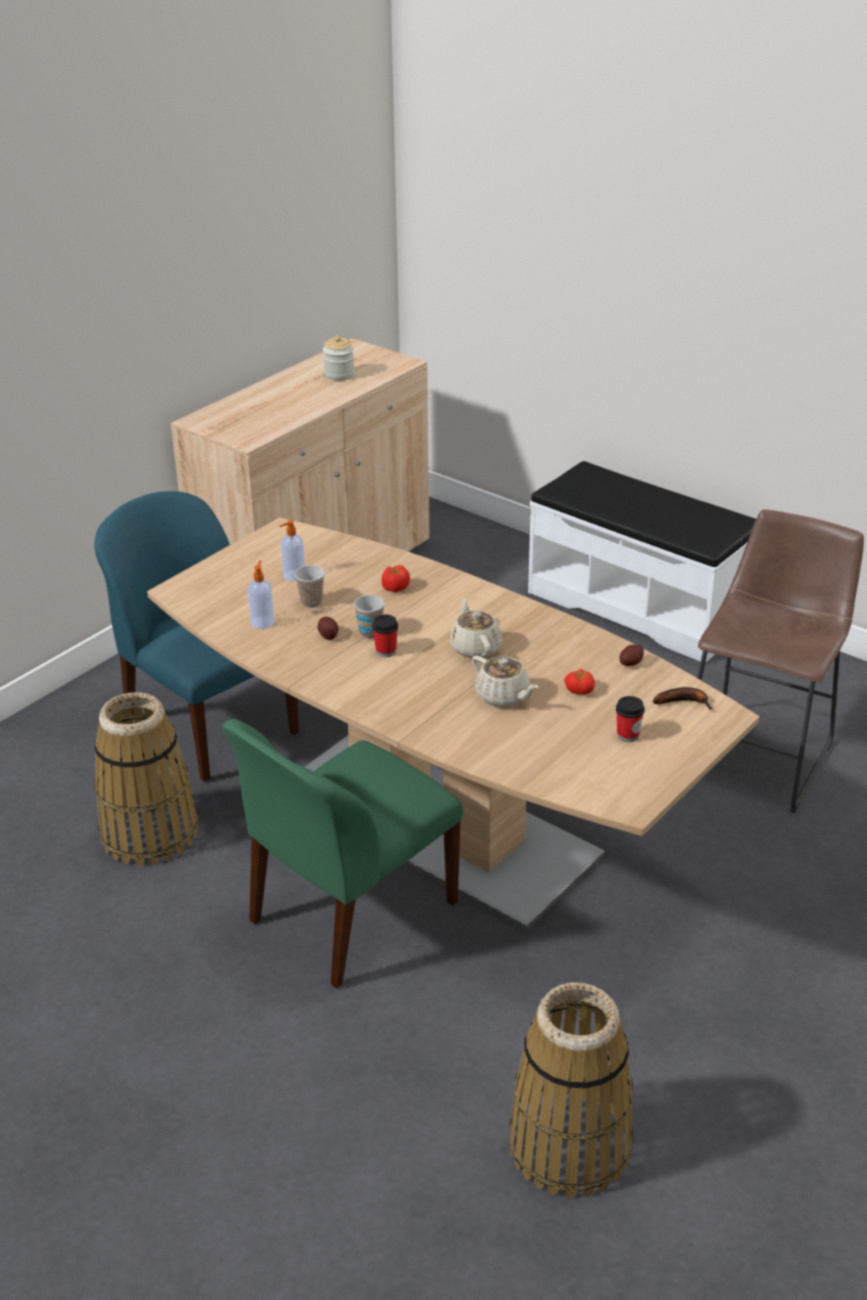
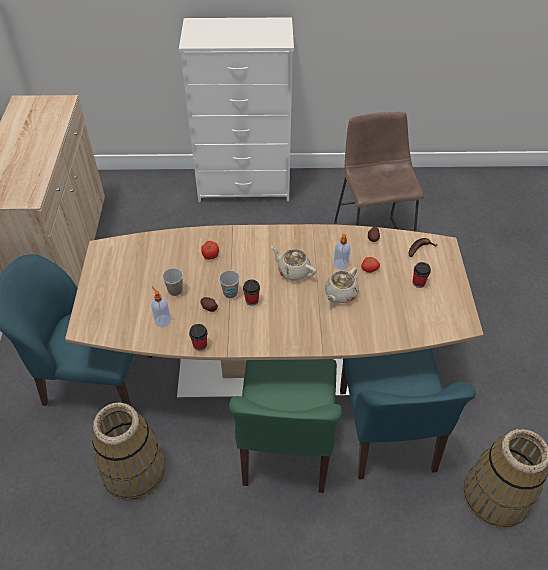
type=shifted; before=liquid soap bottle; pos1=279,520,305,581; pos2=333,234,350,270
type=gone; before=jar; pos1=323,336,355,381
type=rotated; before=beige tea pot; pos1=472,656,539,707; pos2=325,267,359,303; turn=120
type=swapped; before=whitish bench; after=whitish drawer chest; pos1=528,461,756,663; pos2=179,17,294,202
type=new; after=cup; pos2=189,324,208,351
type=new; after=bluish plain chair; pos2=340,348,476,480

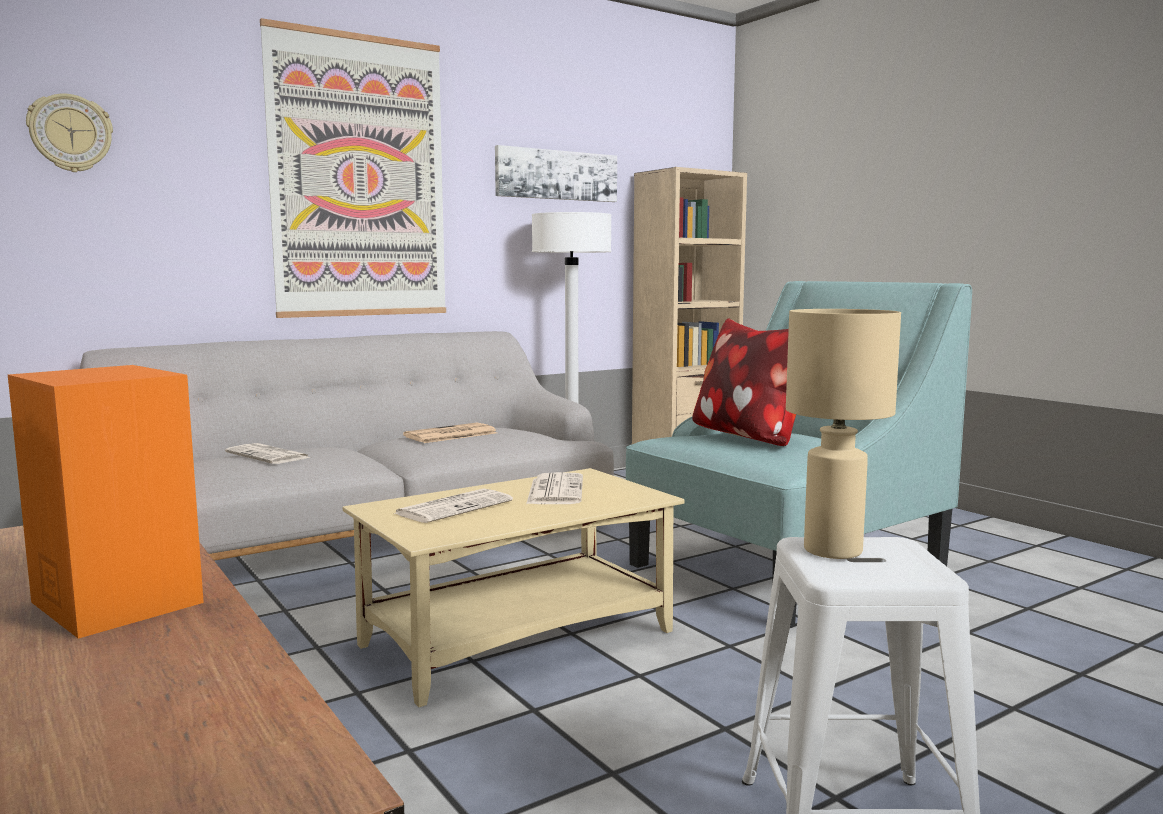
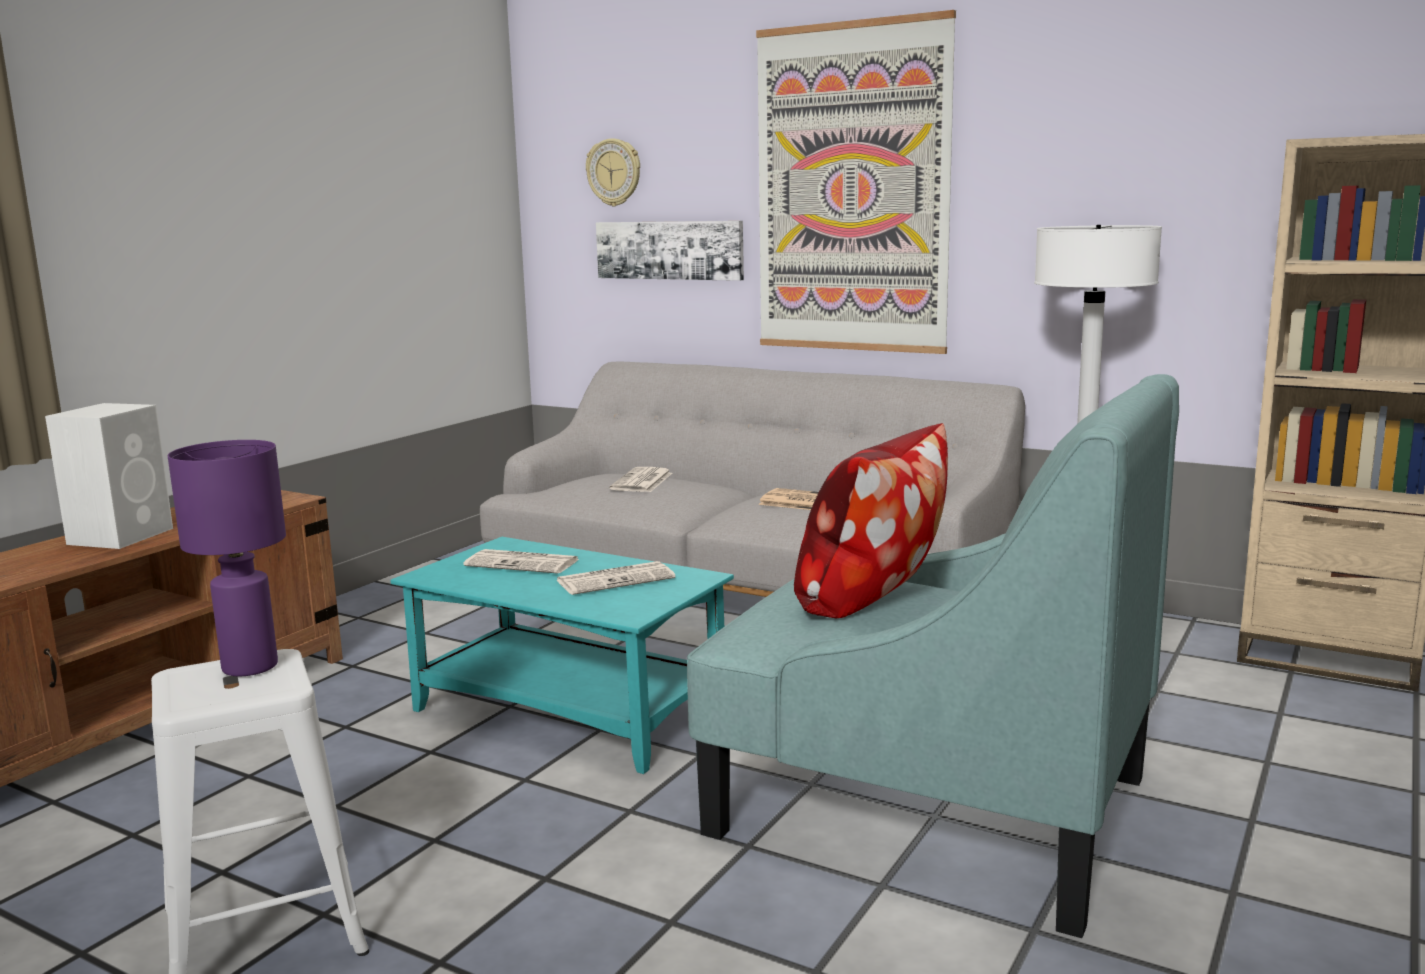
type=repainted; before=orangey audio speaker; after=whitish audio speaker; pos1=8,365,204,639; pos2=45,403,173,549
type=repainted; before=beige low table; after=turquoise-coloured low table; pos1=343,468,685,707; pos2=390,537,734,774
type=shifted; before=picture; pos1=495,145,617,202; pos2=596,221,744,281
type=repainted; before=beige table lamp; after=purplish table lamp; pos1=786,309,901,559; pos2=168,440,286,676

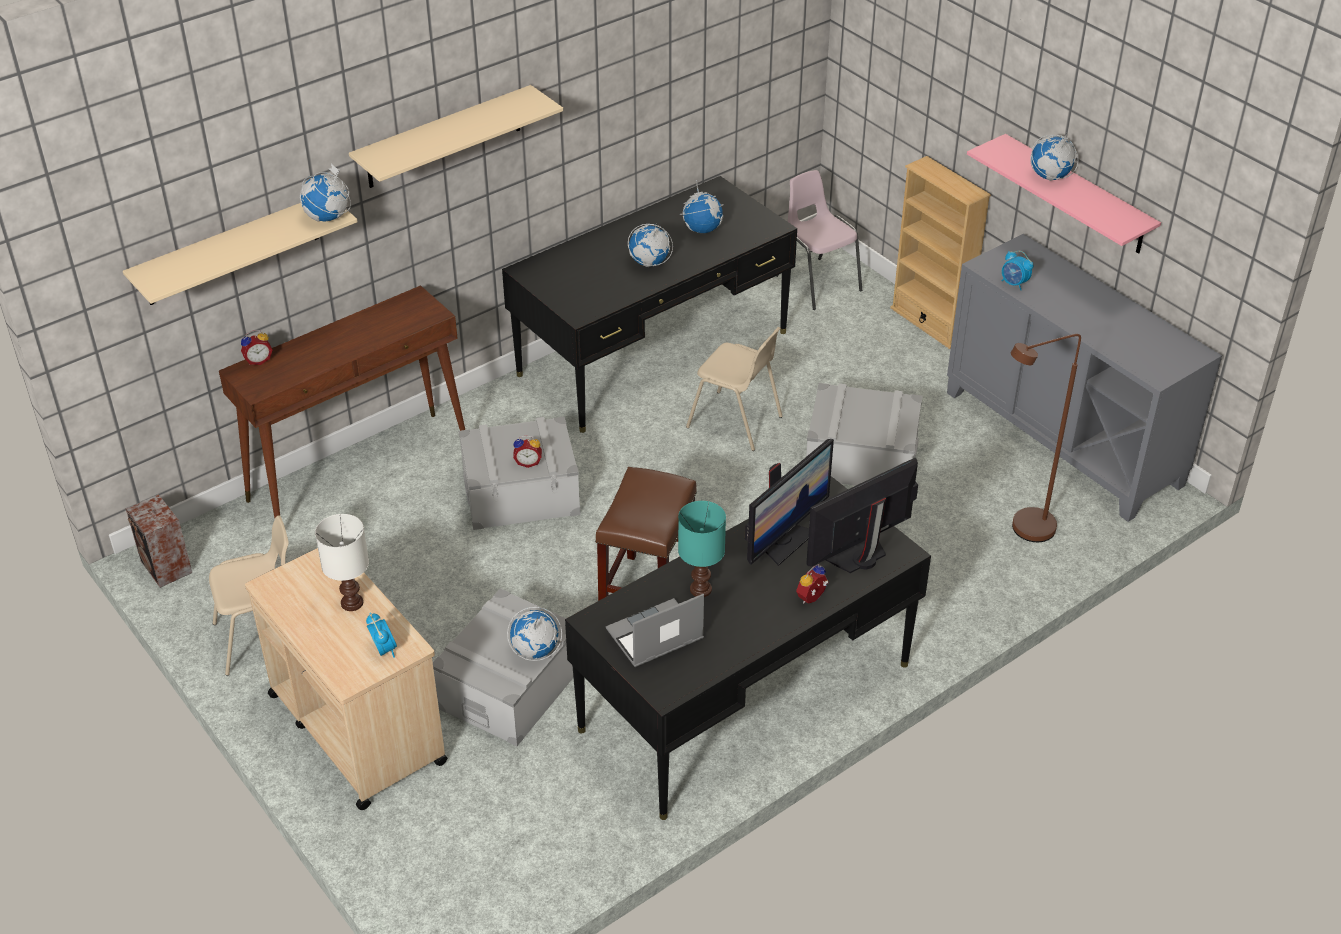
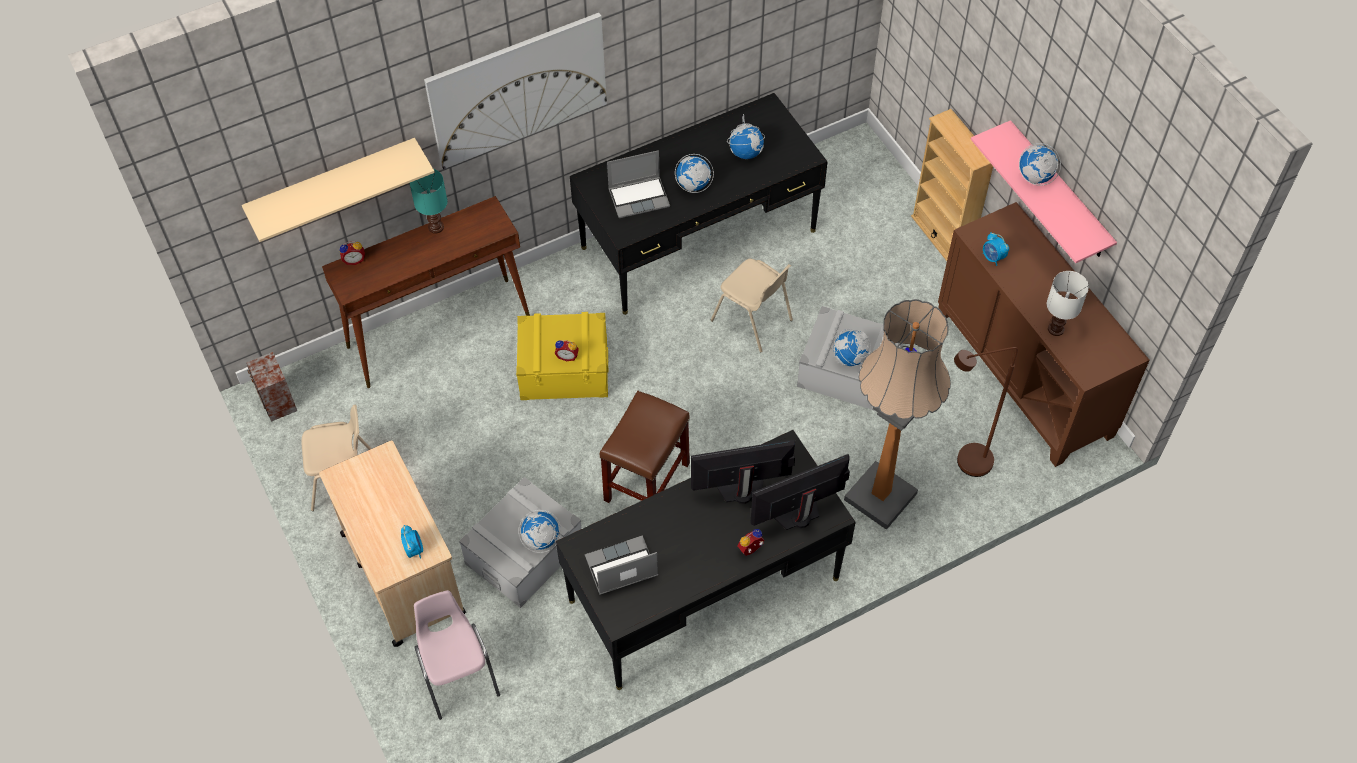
type=shifted; before=desk globe; pos1=300,164,351,222; pos2=834,329,871,366
type=shifted; before=whitish table lamp; pos1=315,514,369,611; pos2=1047,271,1089,336
type=swapped; before=beige shelf; after=picture; pos1=349,85,563,188; pos2=424,13,607,169
type=repainted; before=greyish storage bin; after=yellowish storage bin; pos1=459,417,580,530; pos2=516,312,608,400
type=shifted; before=turquoise-coloured table lamp; pos1=678,501,726,597; pos2=409,169,447,234
type=rotated; before=computer display; pos1=745,439,834,566; pos2=691,439,795,504; turn=-150
type=shifted; before=pink-coloured plain chair; pos1=776,170,862,310; pos2=414,590,500,720
type=repainted; before=greyish storage cabinet; after=brown storage cabinet; pos1=947,234,1222,522; pos2=938,202,1150,467
type=new; after=portable computer; pos2=607,150,670,218
type=new; after=floor lamp; pos2=844,299,951,530

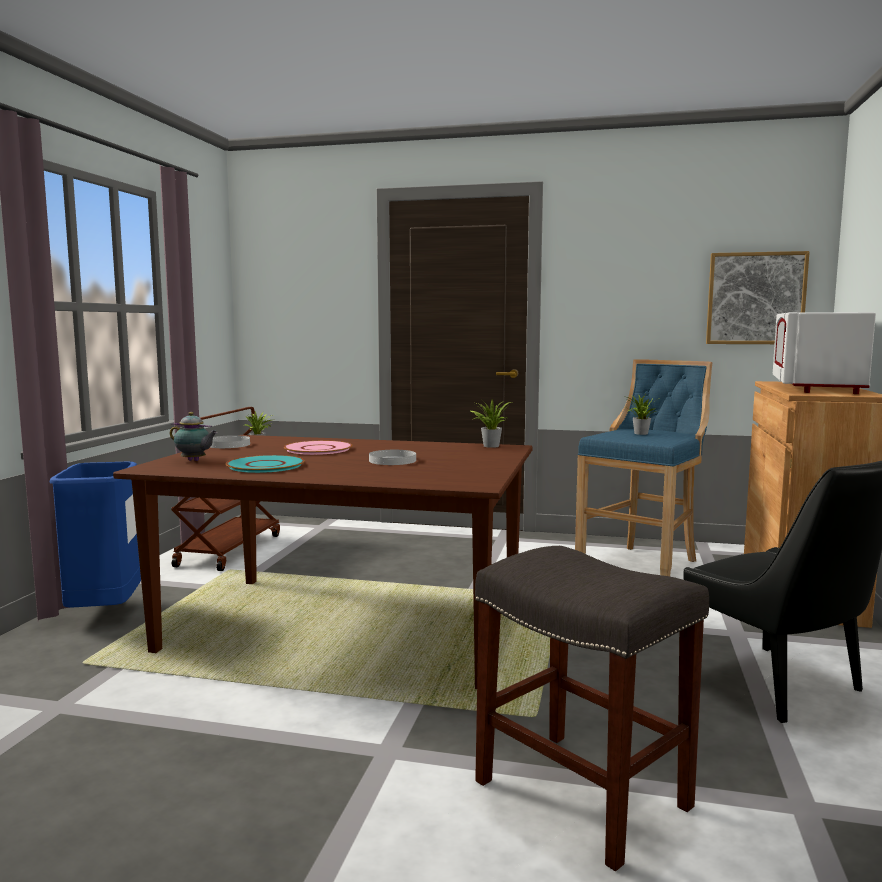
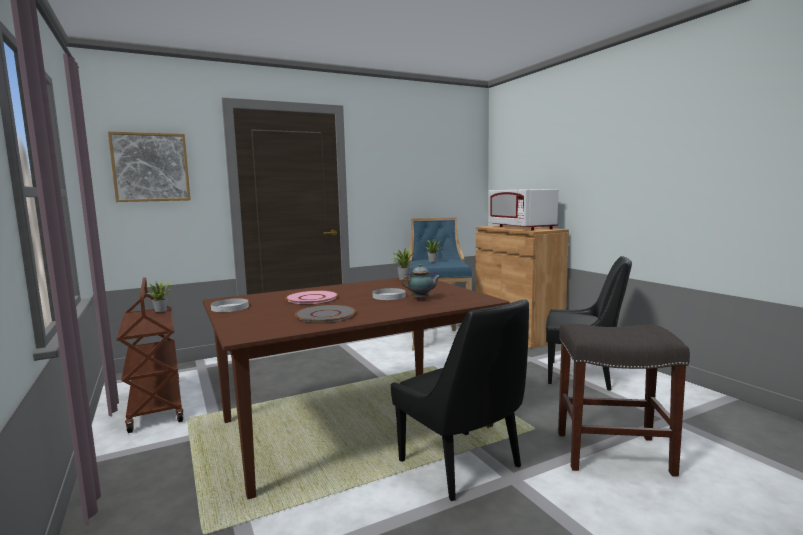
type=gone; before=bluish waste bin; pos1=50,462,141,608
type=shifted; before=tea pot; pos1=170,412,218,461; pos2=401,264,441,299
type=repainted; before=turquoise-coloured flat dish; after=greyish flat dish; pos1=226,455,305,473; pos2=295,305,356,323
type=shifted; before=picture; pos1=706,251,810,344; pos2=108,131,191,202
type=new; after=black plain chair; pos2=391,299,529,501

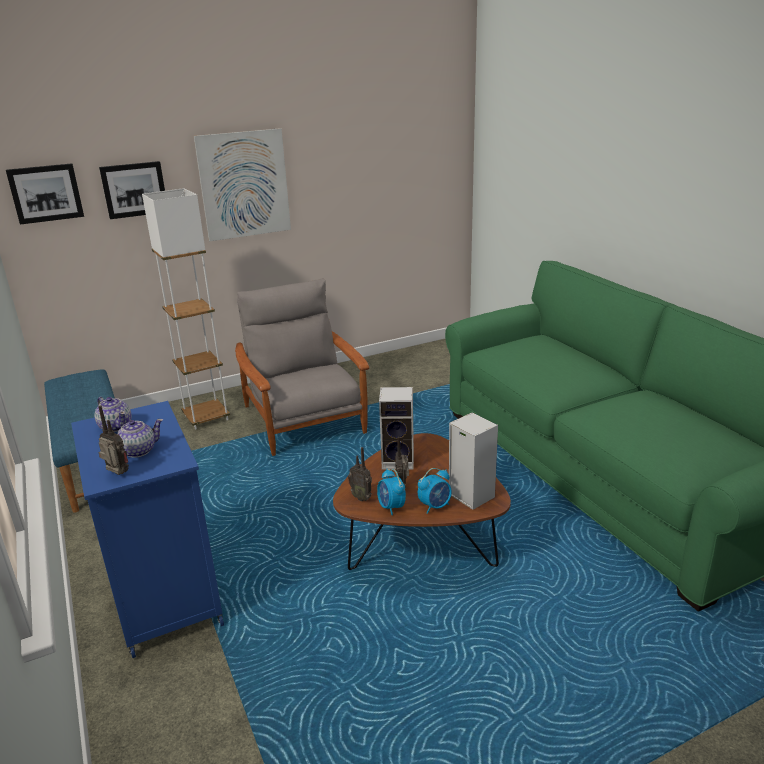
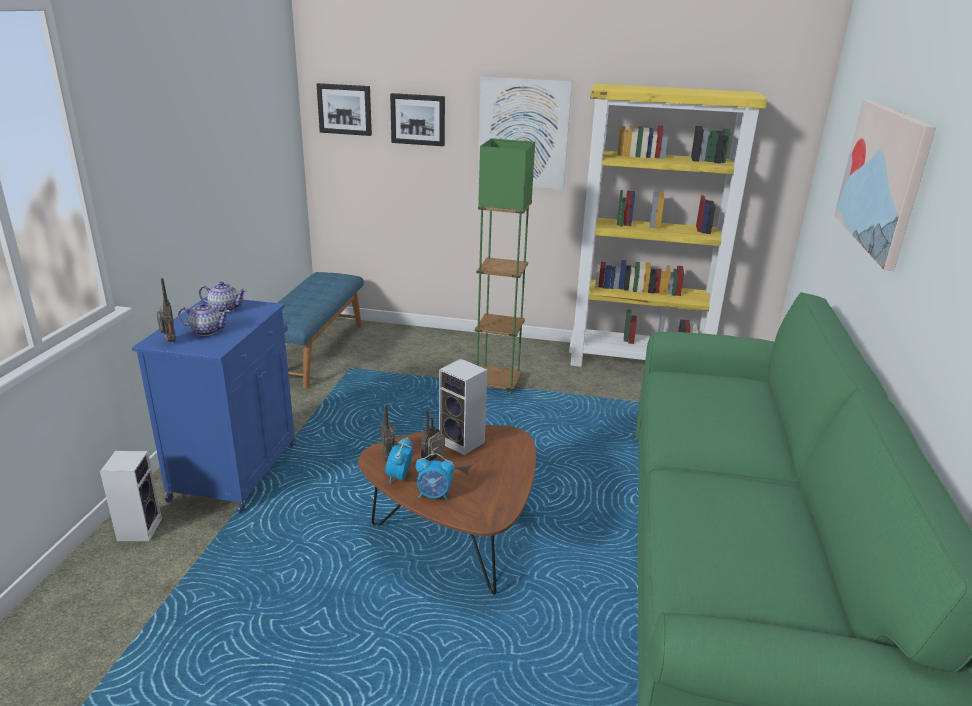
type=rotated; before=tea pot; pos1=94,397,131,432; pos2=199,281,247,313; turn=-75
type=gone; before=whitish floor lamp; pos1=142,188,230,430
type=swapped; before=greyish lounge chair; after=greenish floor lamp; pos1=235,278,369,456; pos2=475,138,535,394
type=shifted; before=audio speaker; pos1=449,412,498,510; pos2=100,451,162,541
type=new; after=yellowish bookshelf; pos2=569,83,767,367
type=new; after=picture; pos2=834,100,936,271

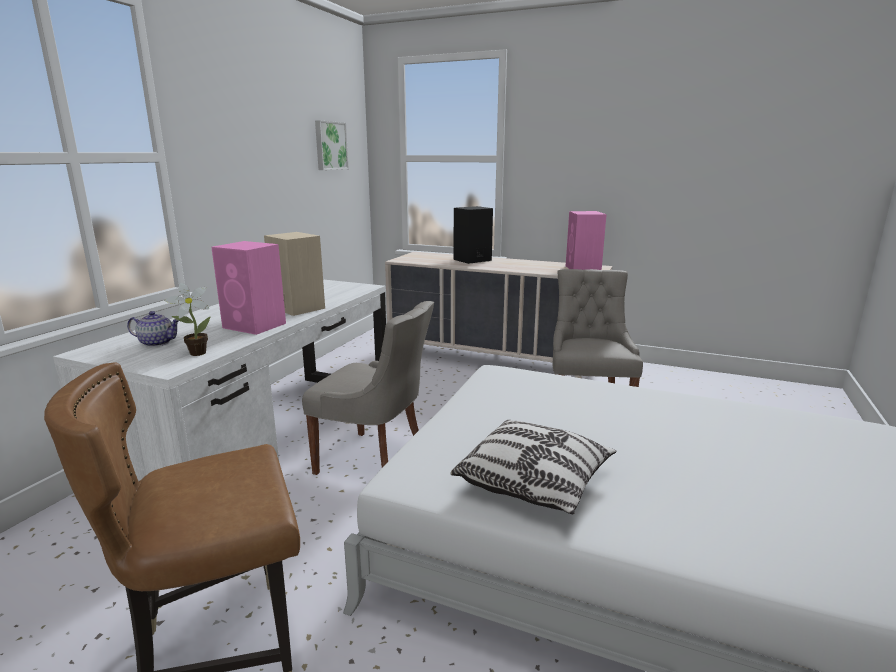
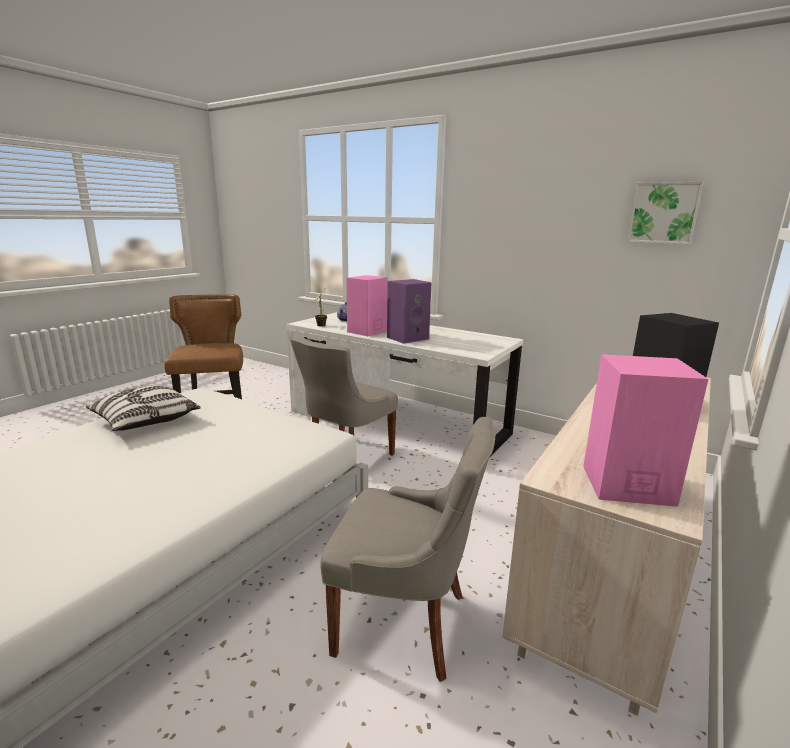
type=repainted; before=beige audio speaker; after=purplish audio speaker; pos1=264,232,325,316; pos2=387,279,431,344

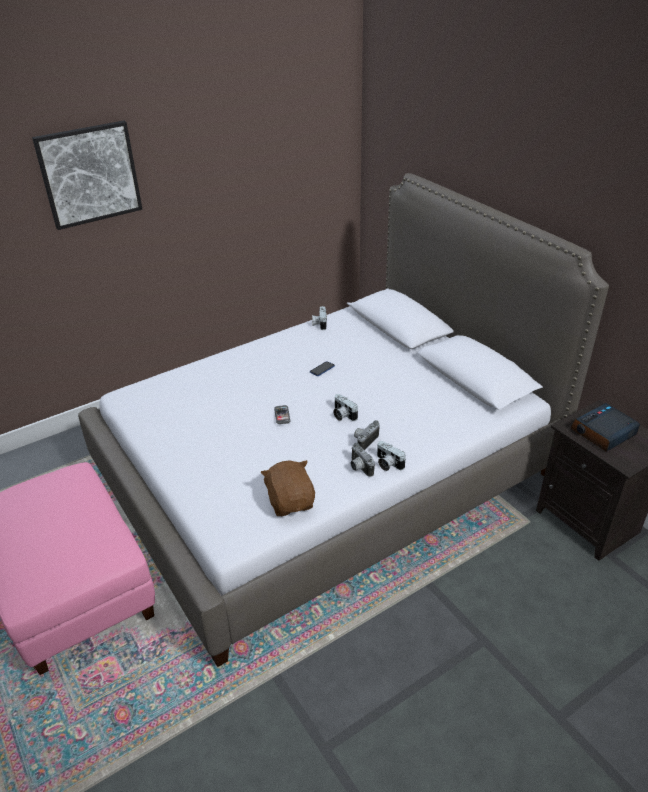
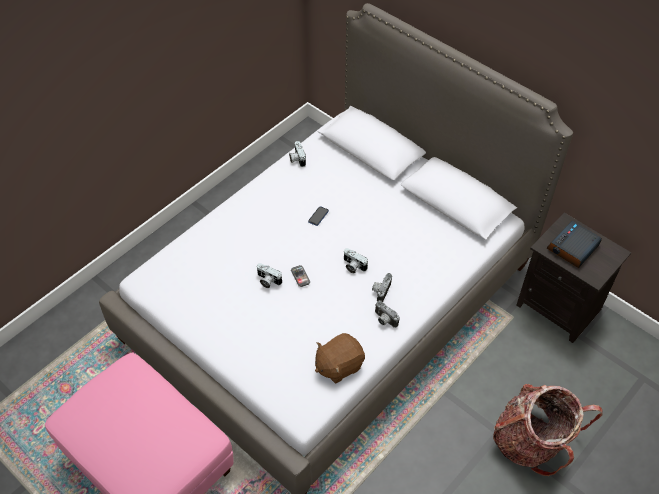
type=gone; before=picture; pos1=32,121,142,230
type=rotated; before=brown plush toy; pos1=261,460,315,516; pos2=315,333,365,384; turn=-90
type=shifted; before=still camera; pos1=377,441,406,471; pos2=257,263,282,288
type=new; after=rucksack; pos2=493,384,602,476

